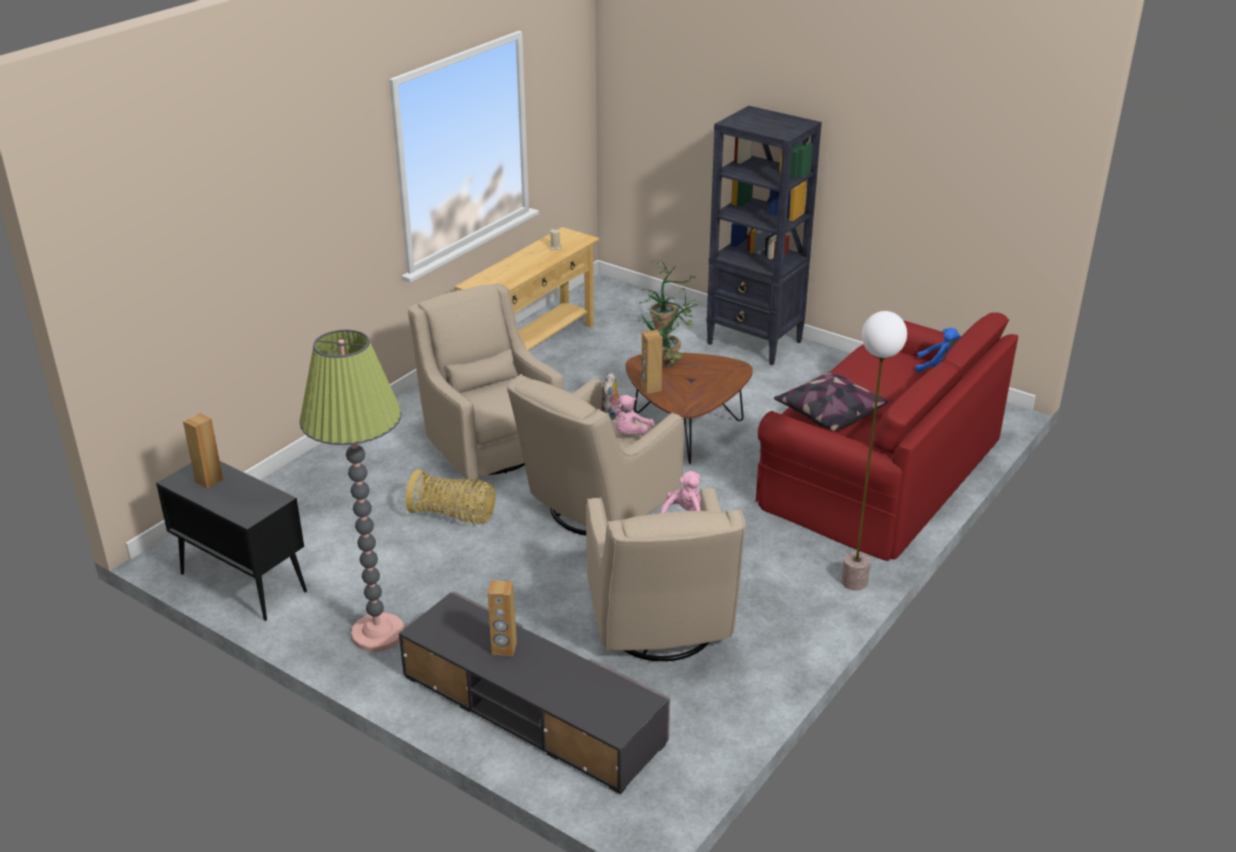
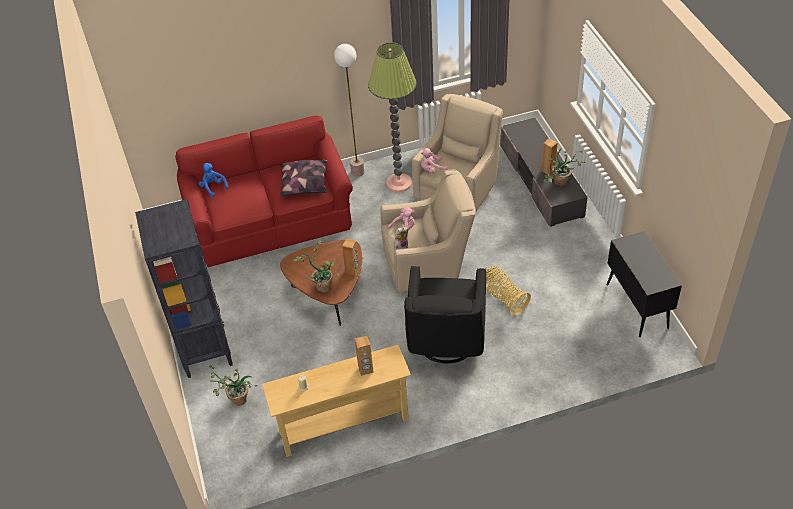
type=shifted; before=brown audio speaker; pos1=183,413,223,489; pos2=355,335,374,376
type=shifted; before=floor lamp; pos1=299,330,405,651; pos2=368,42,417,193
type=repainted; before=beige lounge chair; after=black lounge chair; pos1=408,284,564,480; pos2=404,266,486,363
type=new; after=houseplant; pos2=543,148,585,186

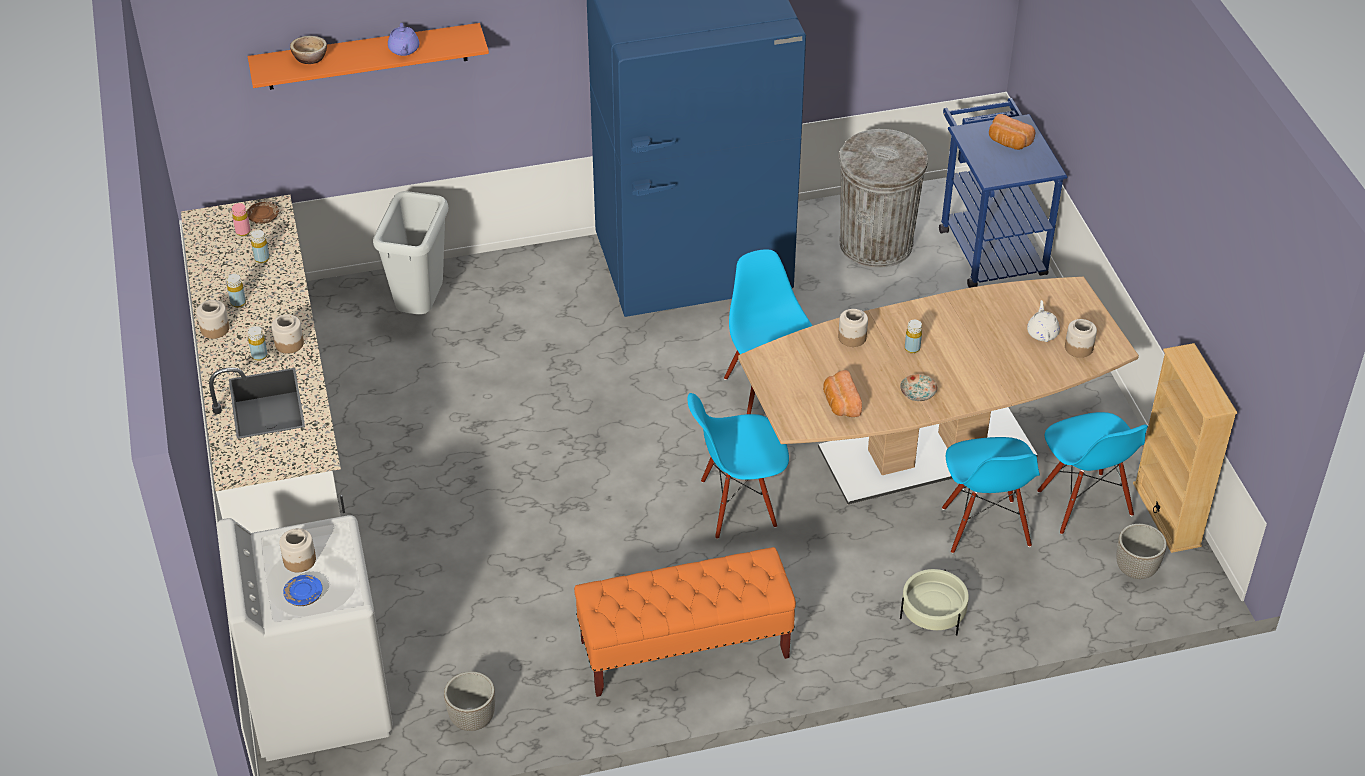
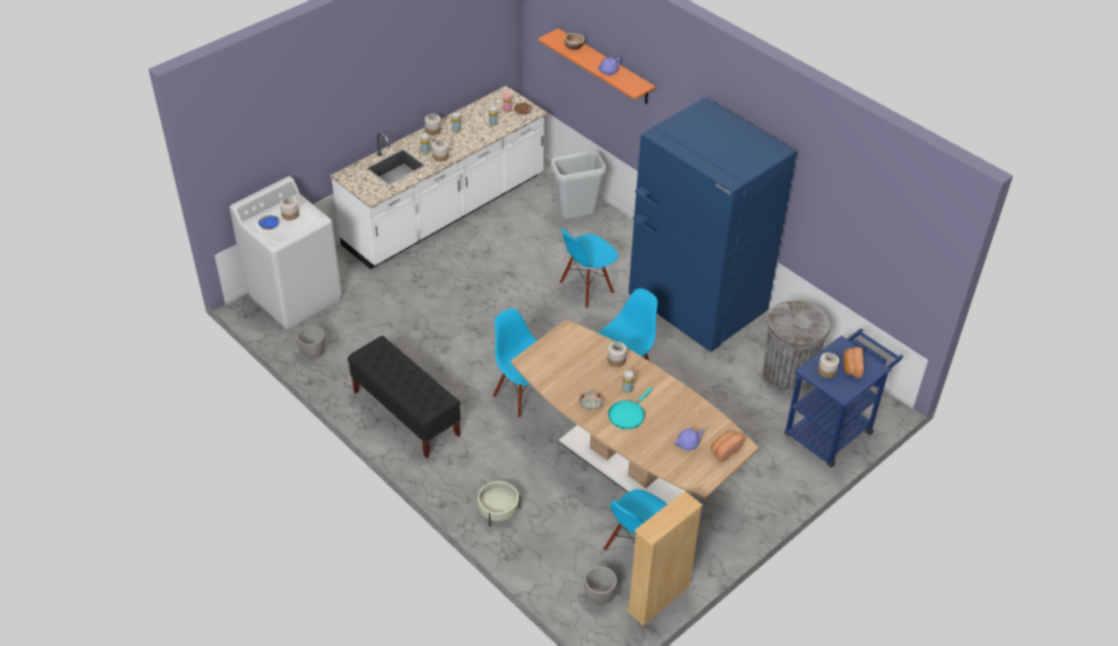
type=repainted; before=orangey bench; after=black bench; pos1=574,547,796,697; pos2=347,336,461,458
type=shifted; before=baked bread; pos1=823,370,862,417; pos2=711,431,744,462
type=shifted; before=bluish plain chair; pos1=942,437,1040,554; pos2=560,228,618,309
type=repainted; before=whitish tea pot; after=purplish tea pot; pos1=1027,300,1060,342; pos2=674,428,706,450
type=shifted; before=jar; pos1=1065,319,1097,358; pos2=818,352,839,378
type=new; after=turquoise-coloured frying pan; pos2=608,387,652,429

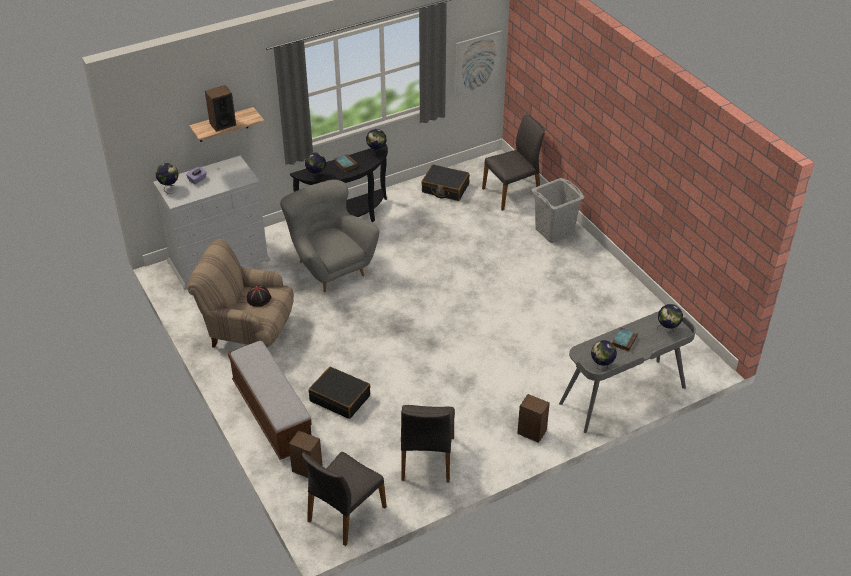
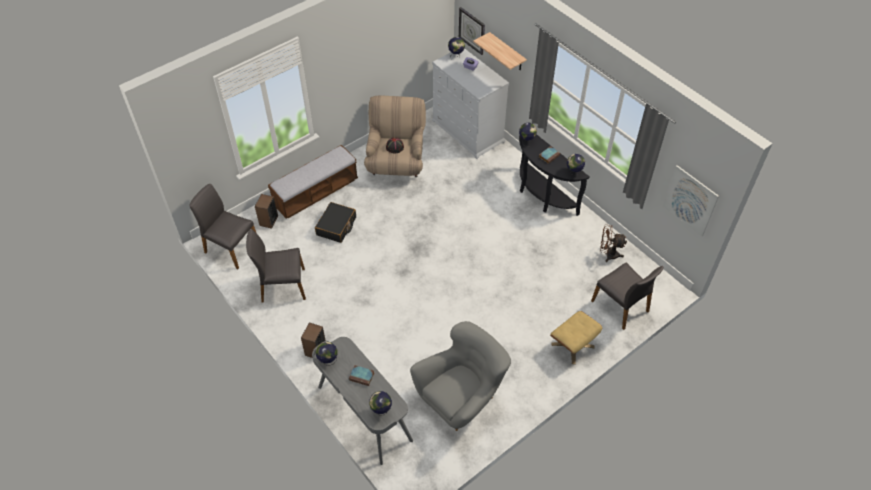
type=gone; before=audio speaker; pos1=205,85,236,132
type=shifted; before=greyish lounge chair; pos1=280,179,379,292; pos2=410,321,511,431
type=swapped; before=black suitcase; after=brown electric fan; pos1=421,164,470,201; pos2=600,225,627,262
type=swapped; before=greyish hamper; after=beige footrest; pos1=532,178,585,243; pos2=550,311,602,364
type=new; after=hanging clock; pos2=459,7,485,55

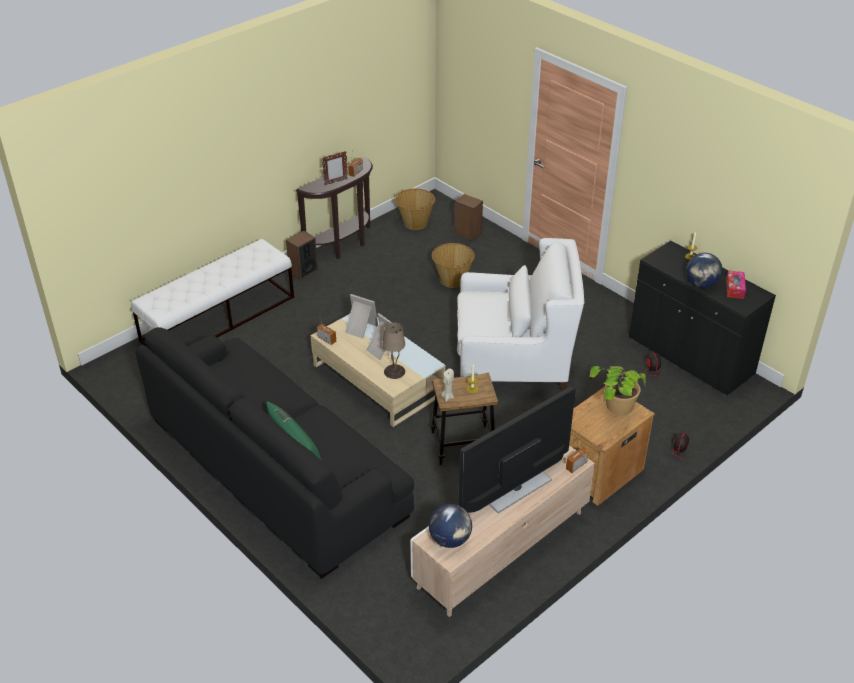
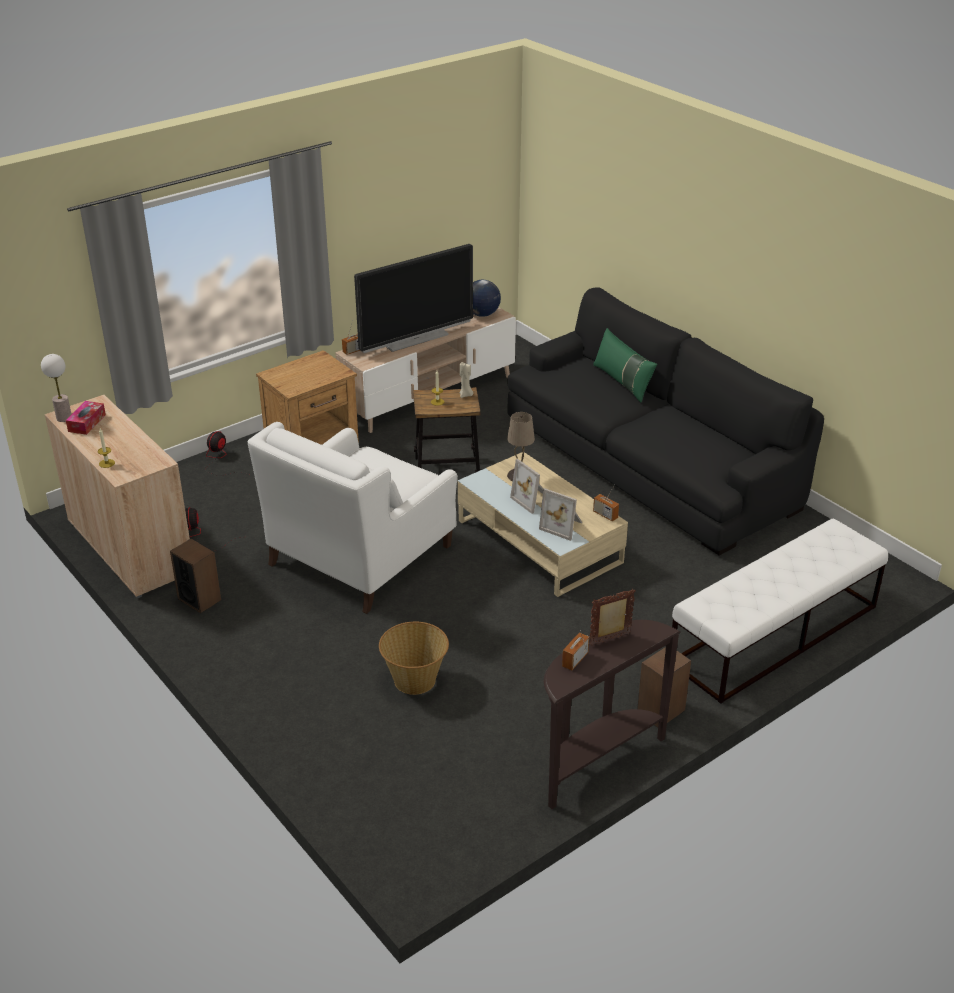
type=gone; before=basket; pos1=395,188,435,230
type=shifted; before=audio speaker; pos1=454,194,483,241; pos2=170,539,221,613
type=rotated; before=whitish lounge chair; pos1=457,238,584,391; pos2=248,422,458,614; turn=-60
type=gone; before=houseplant; pos1=589,366,646,415
type=repainted; before=black storage cabinet; after=beige storage cabinet; pos1=629,241,776,396; pos2=44,395,190,598
type=gone; before=desk globe; pos1=686,253,723,288
type=new; after=table lamp; pos2=41,354,71,422

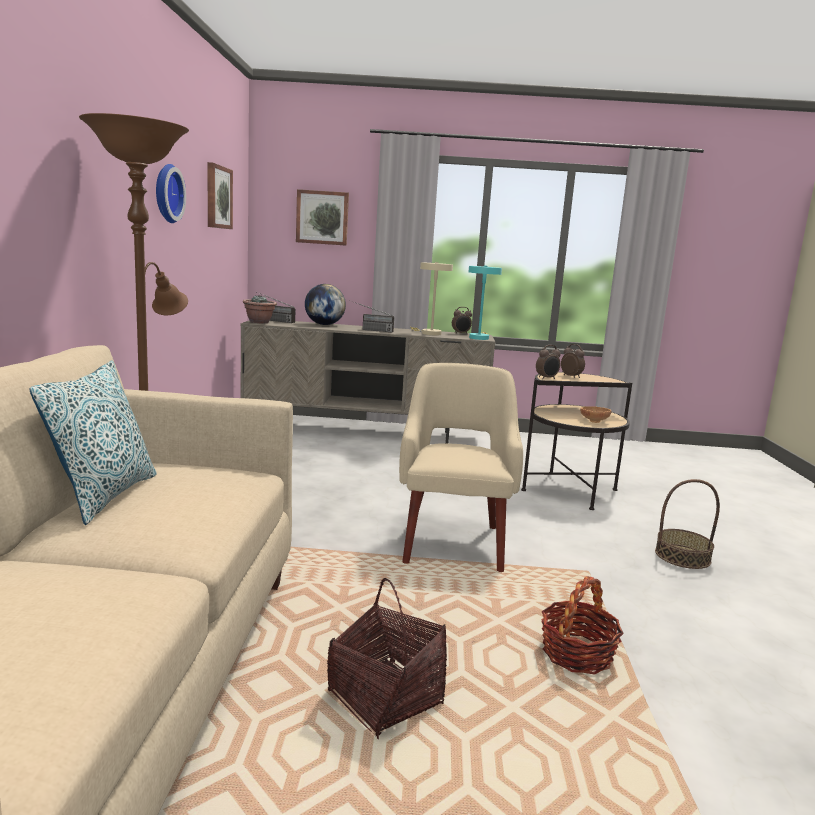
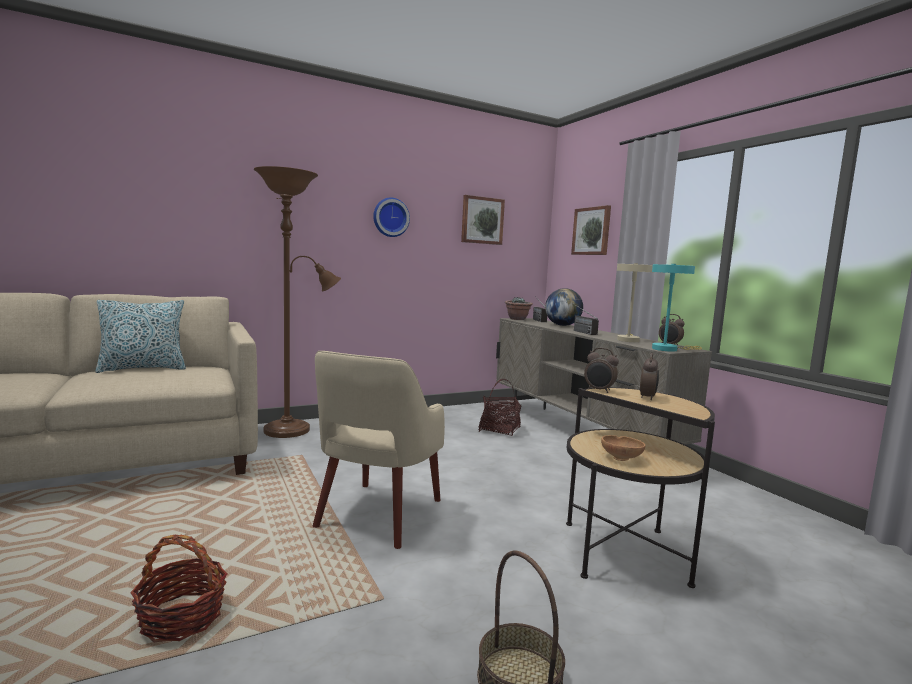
type=shifted; before=basket; pos1=327,578,447,739; pos2=479,379,521,436
type=rotated; before=beige lounge chair; pos1=399,363,523,572; pos2=312,351,445,549; turn=135

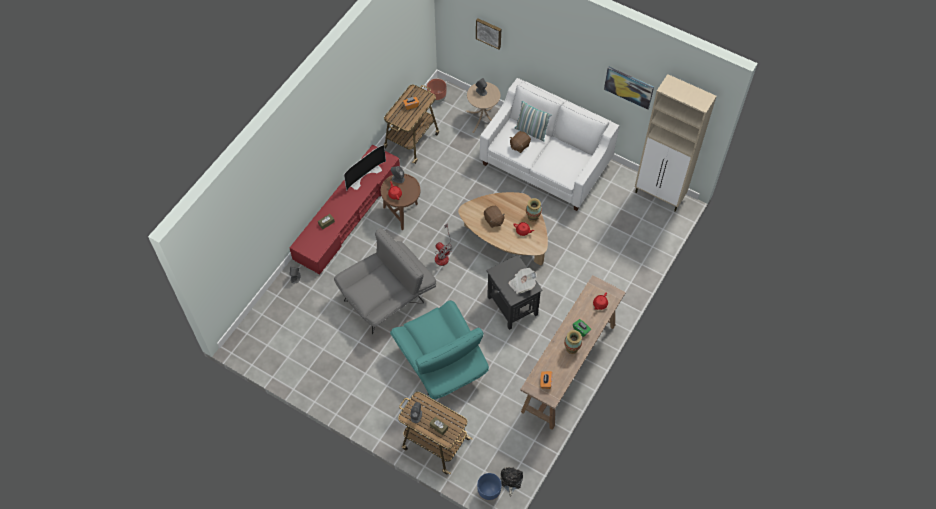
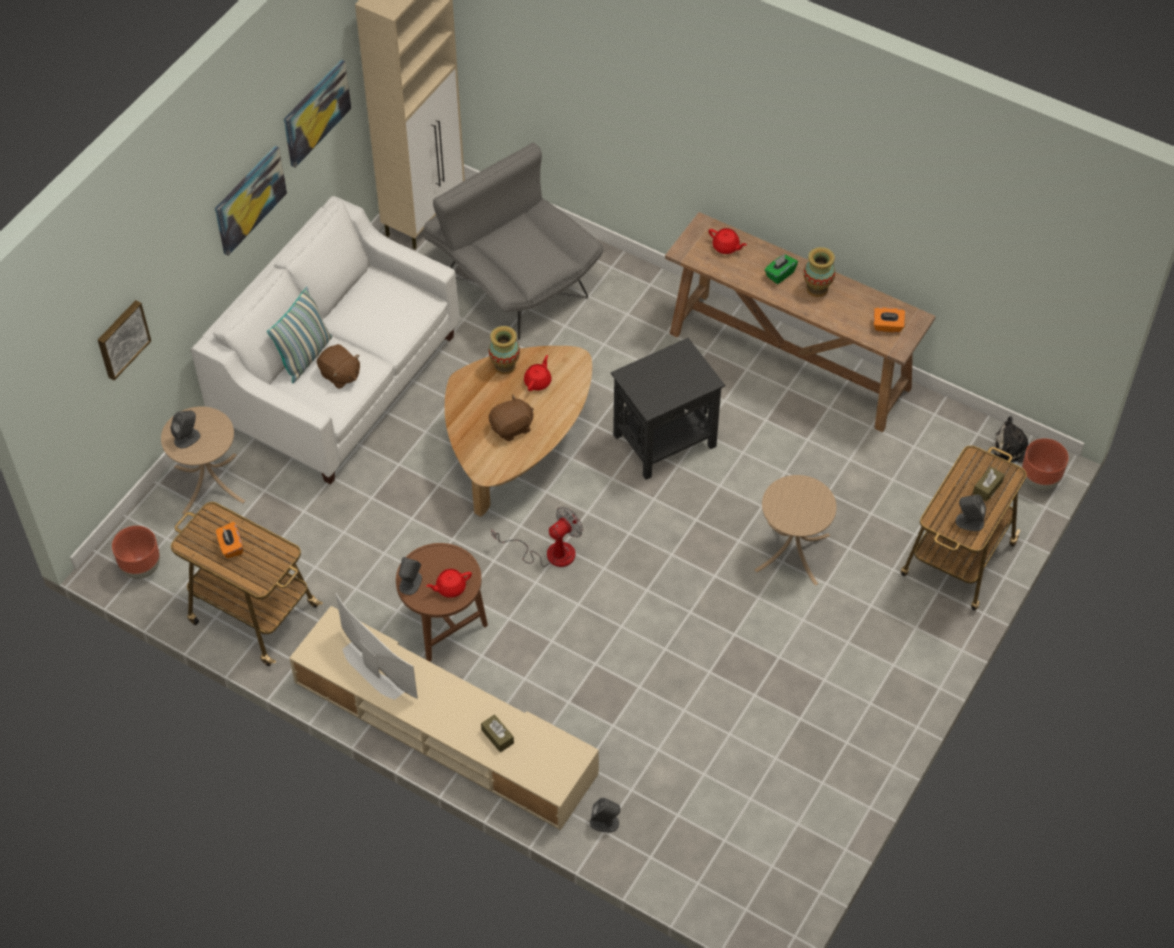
type=repainted; before=red tv unit; after=beige tv unit; pos1=290,145,400,274; pos2=289,606,599,830
type=shifted; before=greyish lounge chair; pos1=334,228,436,334; pos2=424,142,604,340
type=swapped; before=turquoise-coloured lounge chair; after=beige side table; pos1=390,300,489,400; pos2=754,475,836,585
type=repainted; before=bluish flower pot; after=brown flower pot; pos1=477,473,501,501; pos2=1022,438,1069,490
type=gone; before=newspaper; pos1=509,268,537,294
type=new; after=picture; pos2=215,146,287,256

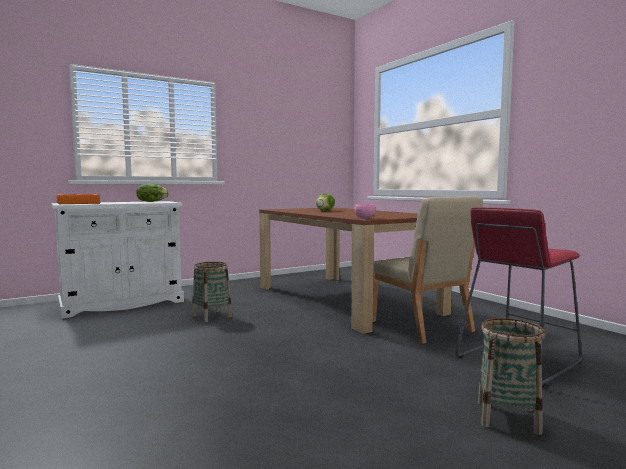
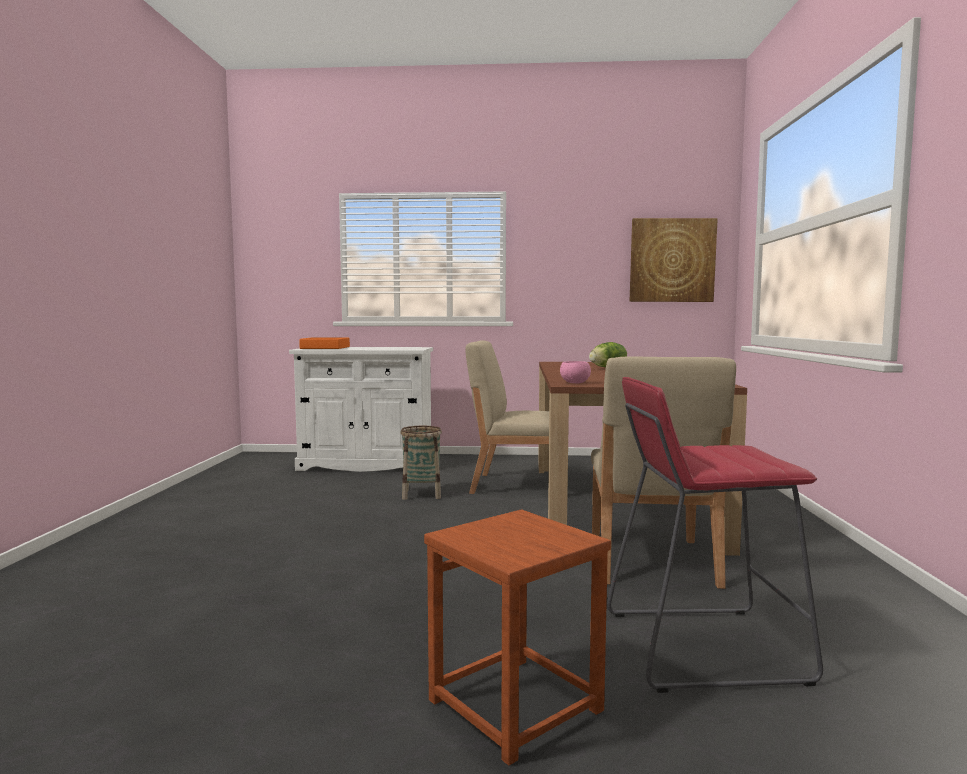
type=gone; before=lettuce head; pos1=136,184,169,202
type=swapped; before=basket; after=brown stool; pos1=478,318,545,435; pos2=424,509,611,766
type=new; after=beige plain chair; pos2=465,340,549,494
type=new; after=picture; pos2=630,218,718,302

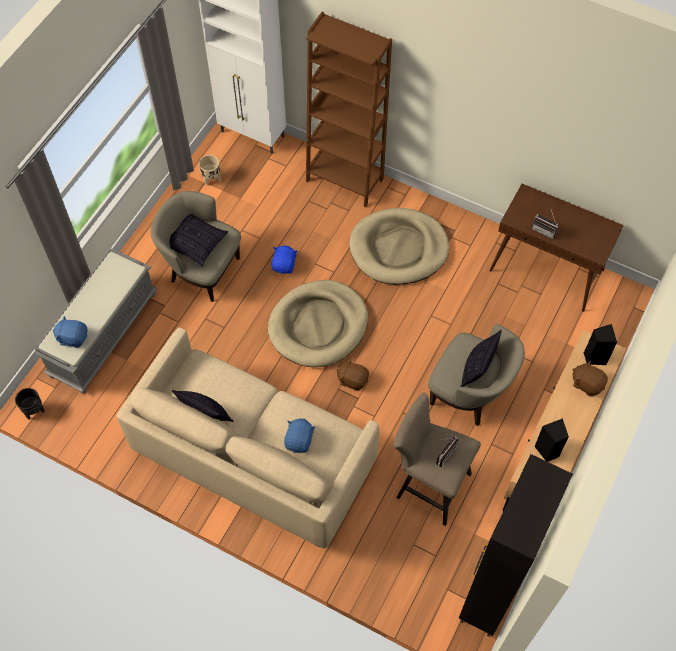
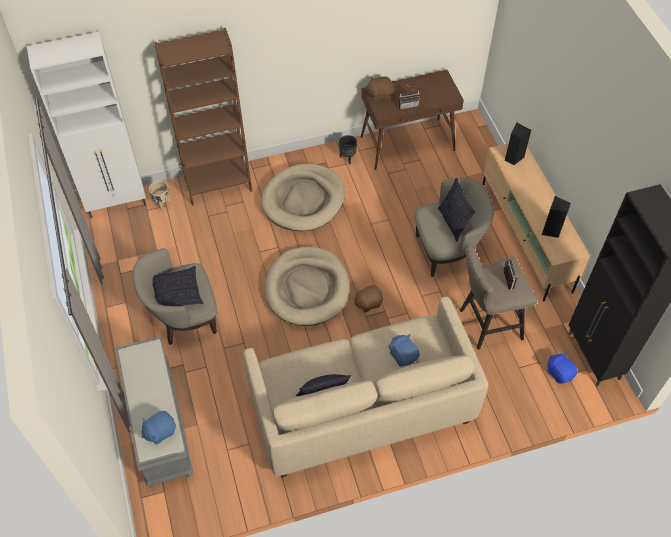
type=shifted; before=black flower pot; pos1=15,388,45,420; pos2=339,135,357,164
type=shifted; before=beige flower pot; pos1=199,155,221,186; pos2=149,181,170,211
type=shifted; before=bluish plush toy; pos1=271,245,297,274; pos2=547,353,577,384
type=shifted; before=brown plush toy; pos1=572,361,608,396; pos2=365,76,394,101

